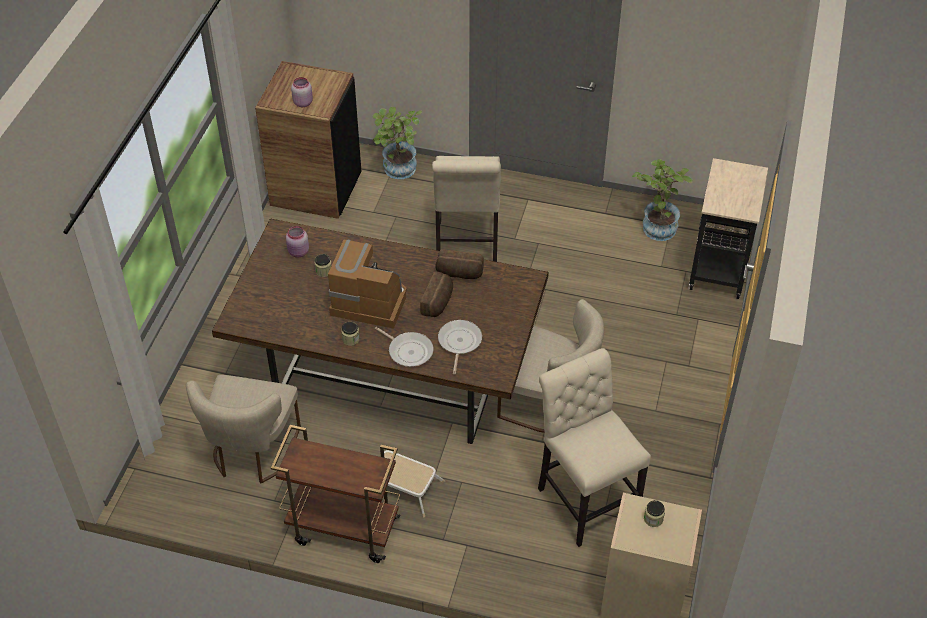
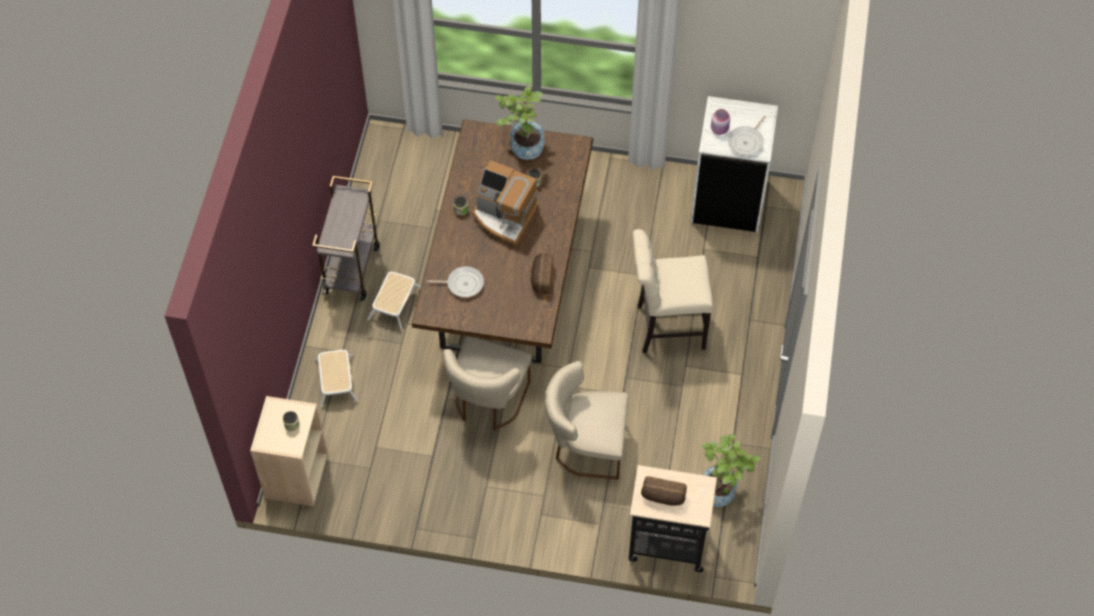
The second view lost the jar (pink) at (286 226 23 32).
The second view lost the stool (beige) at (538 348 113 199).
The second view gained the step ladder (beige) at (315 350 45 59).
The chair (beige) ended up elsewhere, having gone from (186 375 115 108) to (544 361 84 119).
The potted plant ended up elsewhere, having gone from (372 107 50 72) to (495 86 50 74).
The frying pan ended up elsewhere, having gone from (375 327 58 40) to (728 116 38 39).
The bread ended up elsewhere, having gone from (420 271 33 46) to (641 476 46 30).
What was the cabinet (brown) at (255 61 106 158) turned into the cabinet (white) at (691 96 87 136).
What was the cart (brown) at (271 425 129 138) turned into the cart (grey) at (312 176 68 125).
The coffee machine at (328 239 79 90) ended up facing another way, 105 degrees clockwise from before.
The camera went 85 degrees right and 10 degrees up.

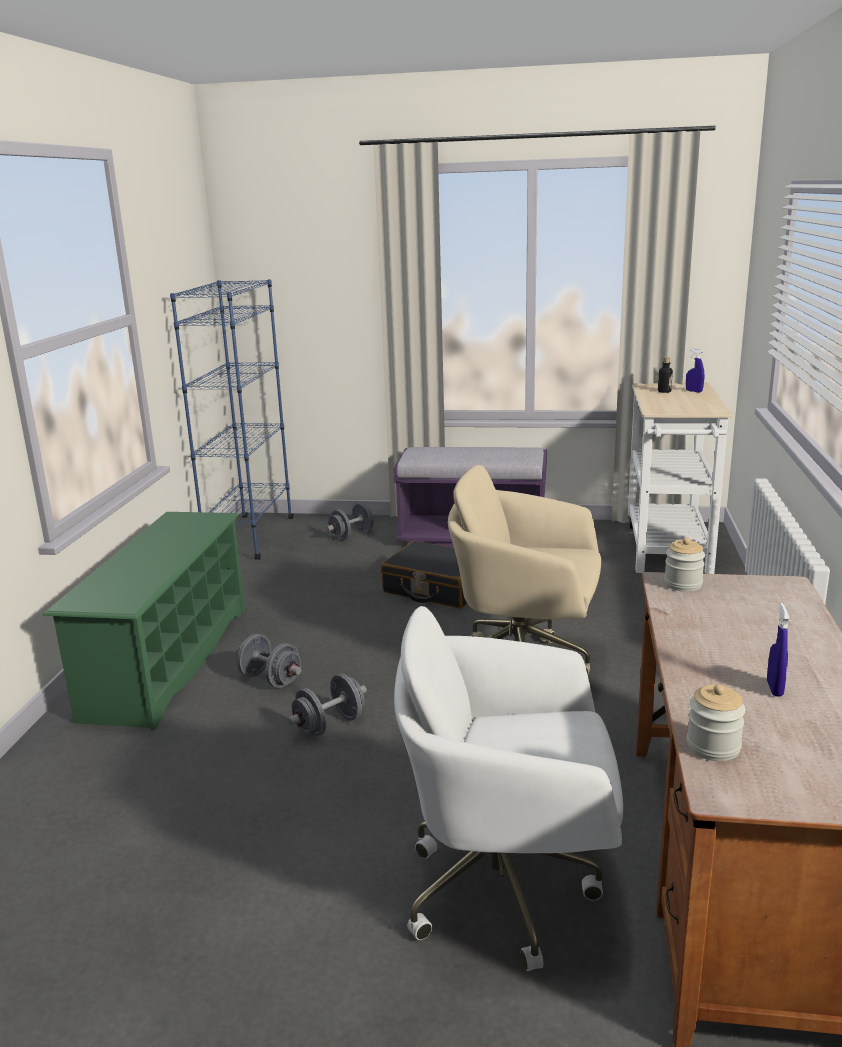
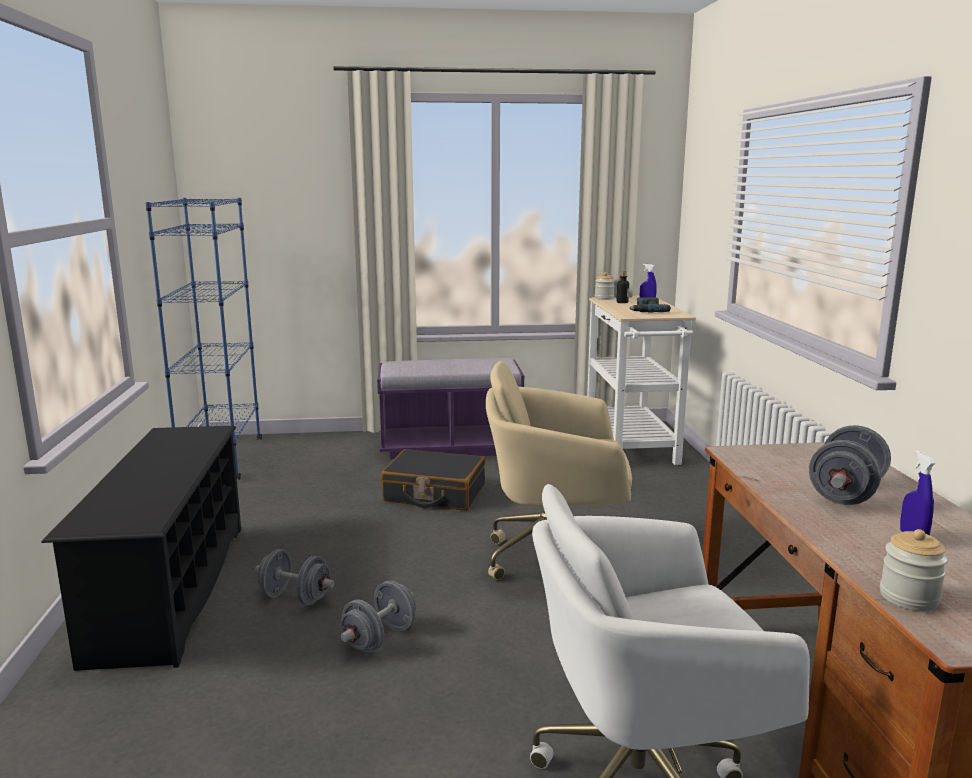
The second view gained the power drill at (629 297 42 15).
The dumbbell (grey) ended up elsewhere, having gone from (326 503 50 37) to (809 425 82 80).
The jar ended up elsewhere, having gone from (664 537 41 55) to (595 272 20 28).
What was the shoe rack (green) at (43 512 202 219) turned into the shoe rack (black) at (41 426 200 245).
The camera went 15 degrees left and 5 degrees down.

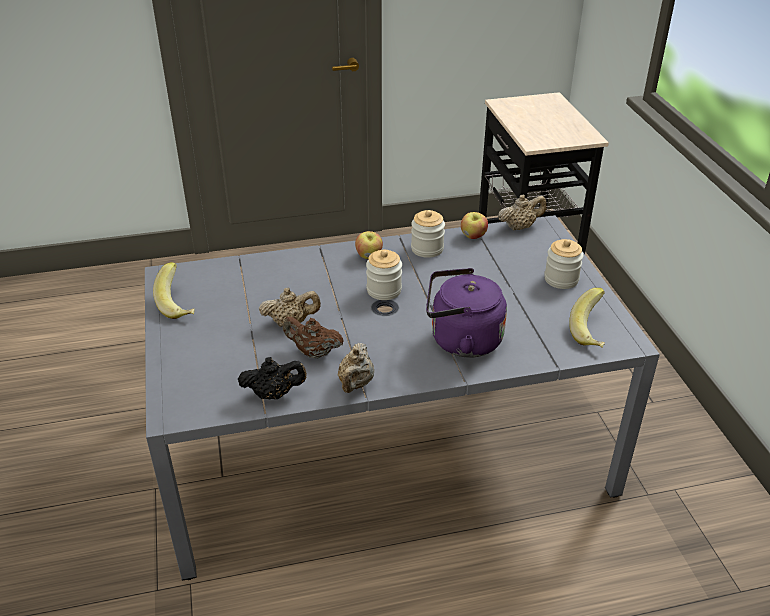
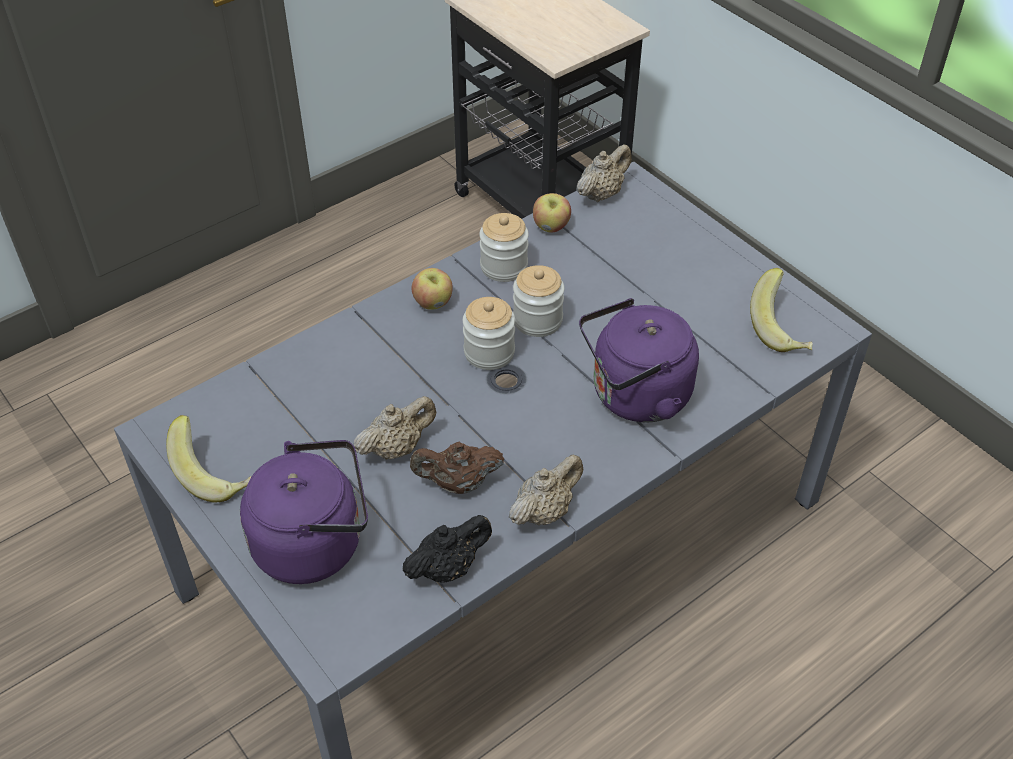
The second view gained the kettle (purple) at (240 440 128 144).
The jar ended up elsewhere, having gone from (544 239 40 50) to (513 265 51 72).
The teapot (beige) at (338 343 36 50) ended up facing another way, 120 degrees counterclockwise from before.
The camera went 25 degrees left and 10 degrees up.

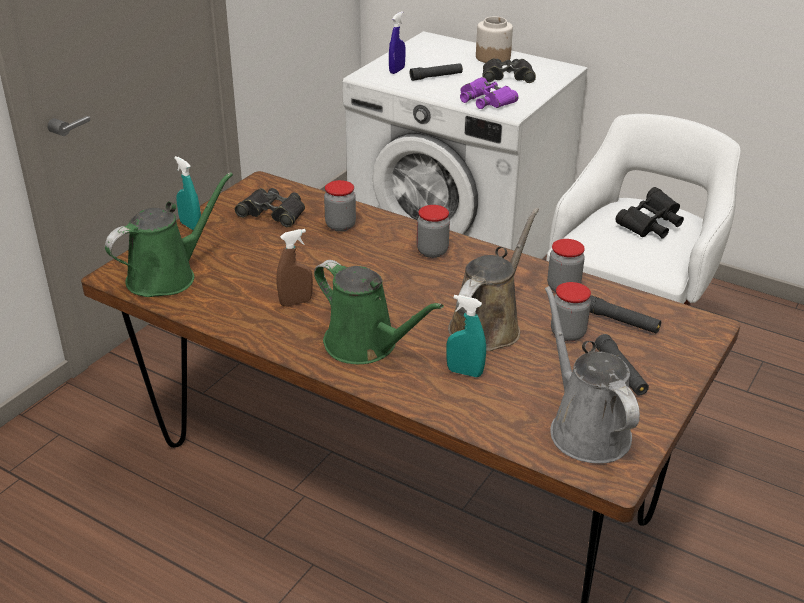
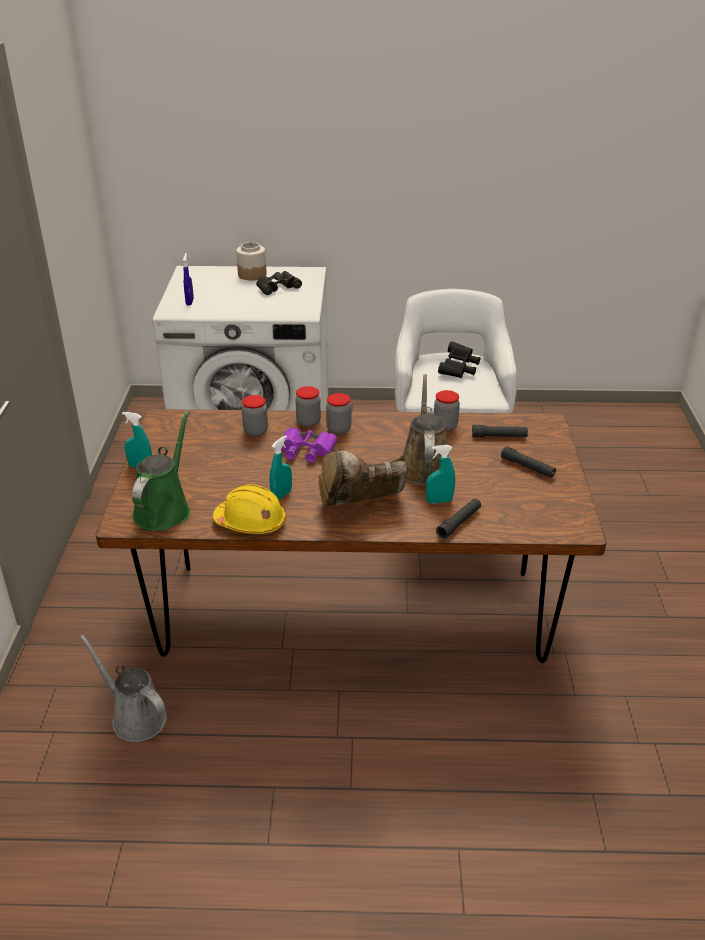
The second view lost the binoculars (black) at (235 188 70 39).
The second view gained the hard hat (yellow) at (213 484 73 50).
The flashlight (black) ended up elsewhere, having gone from (410 63 53 18) to (436 499 45 40).
The binoculars (purple) ended up elsewhere, having gone from (460 77 58 32) to (281 428 57 35).
The watering can (grey) ended up elsewhere, having gone from (545 286 95 178) to (80 635 87 107).
The jar ended up elsewhere, having gone from (551 282 40 60) to (295 386 26 41).
Where the watering can (green) stood at (314 260 130 104), the boot (brown) came to stand at (319 451 89 55).
What was the spray bottle (brown) at (277 229 36 78) turned into the spray bottle (turquoise) at (270 435 22 65).
The camera went 30 degrees left and 0 degrees up.

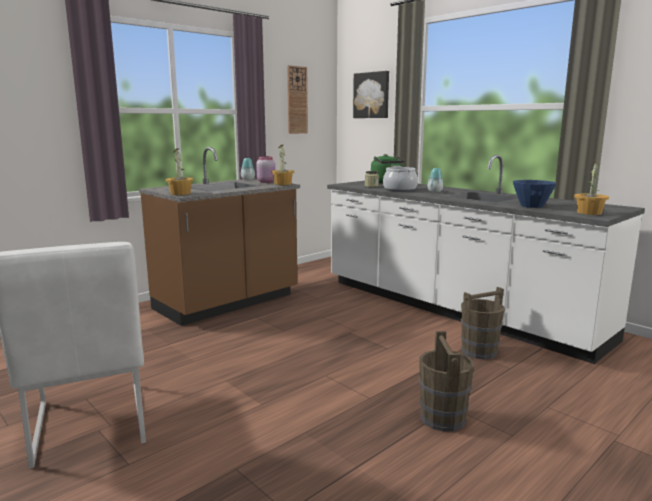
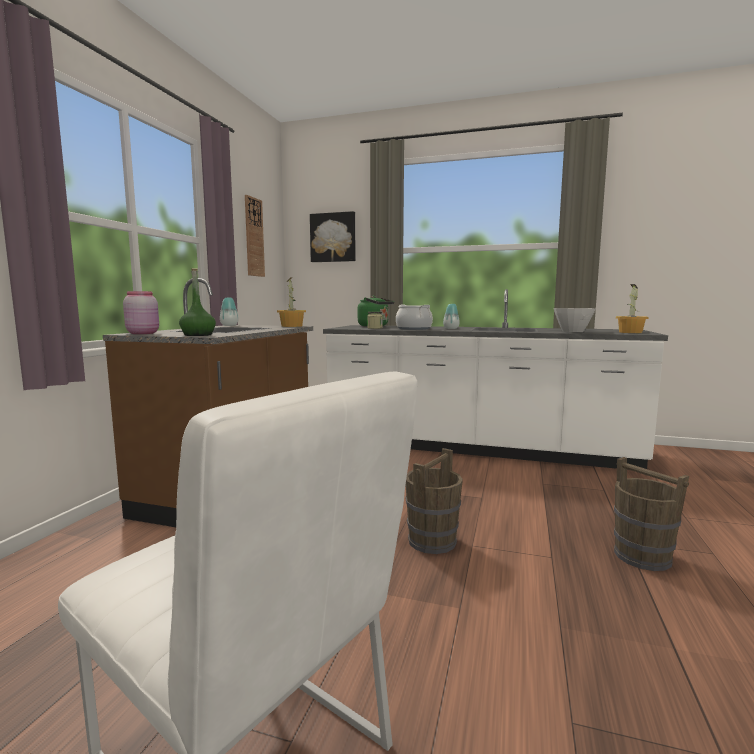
The jar (pink) ended up elsewhere, having gone from (256 156 19 27) to (123 291 36 43).
The bucket (brown) ended up elsewhere, having gone from (461 287 44 72) to (405 448 58 106).
Where the potted plant stood at (166 148 27 47), the bottle (green) came to stand at (179 268 37 68).
What was the bowl (blue) at (513 180 44 28) turned into the bowl (white) at (554 308 42 24).
The camera went 30 degrees left and 5 degrees down.

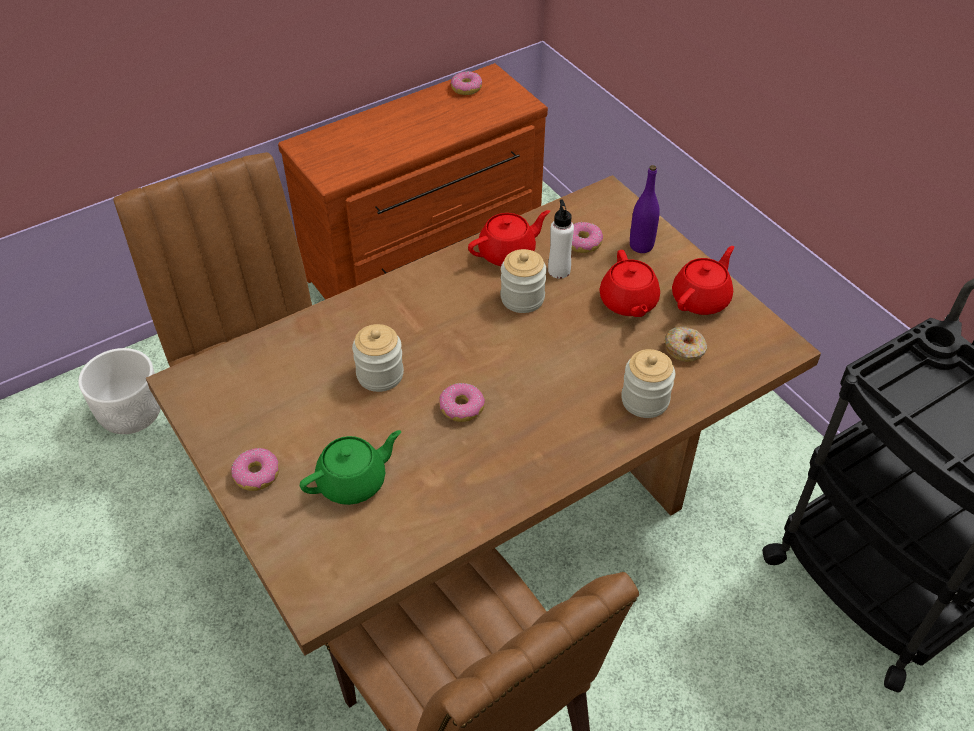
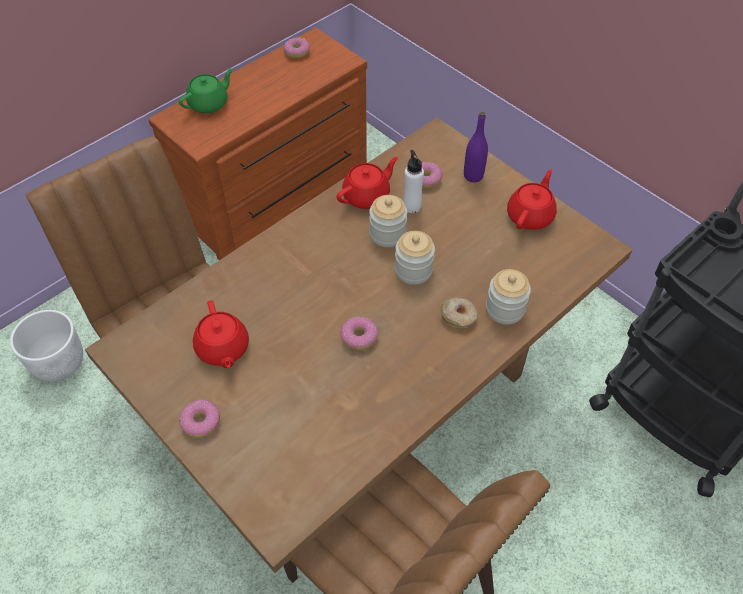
The teapot (green) ended up elsewhere, having gone from (300 430 101 75) to (179 68 54 45).
The jar ended up elsewhere, having gone from (352 324 52 68) to (395 231 40 54).
The teapot (red) ended up elsewhere, having gone from (599 250 61 67) to (193 300 56 68).
The donut ended up elsewhere, having gone from (664 327 43 35) to (441 297 37 32).
The camera went 10 degrees left and 5 degrees up.

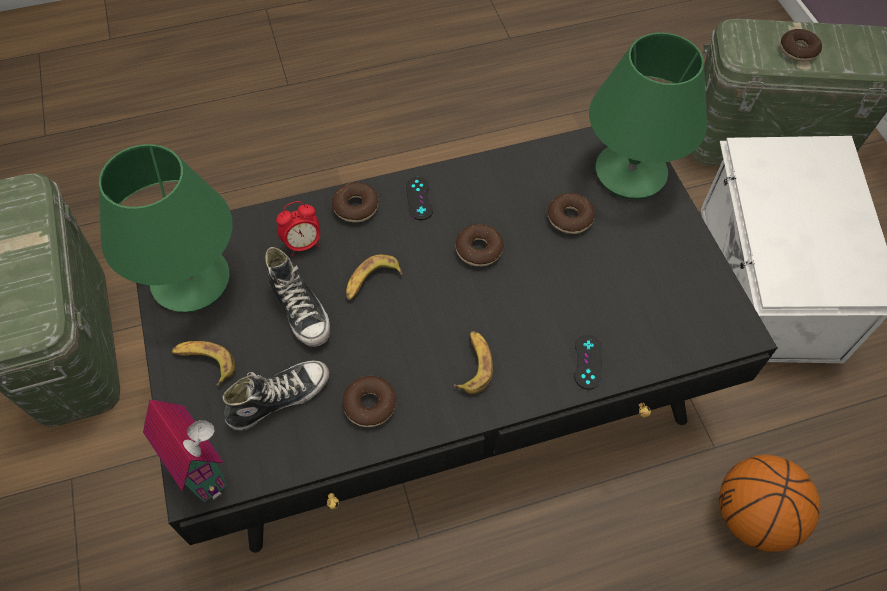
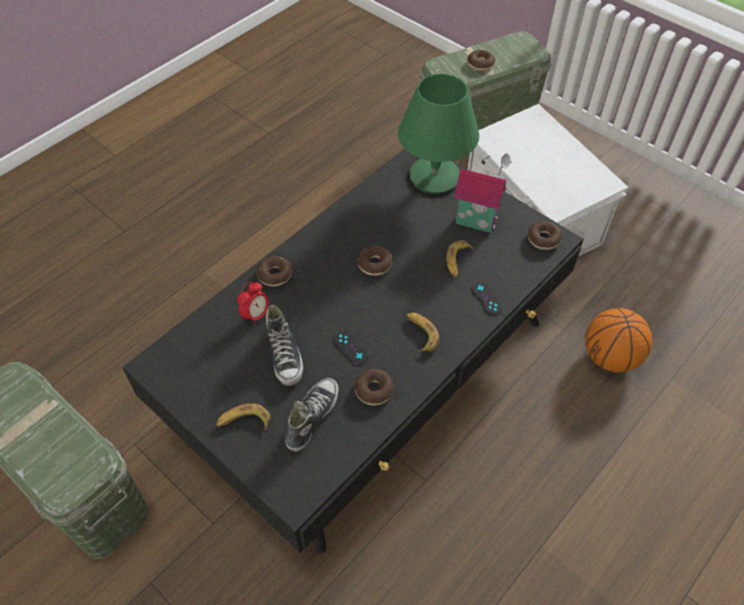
The second view lost the table lamp (green) at (99 144 134 168).
The toy house ended up elsewhere, having gone from (143 399 84 104) to (454 154 58 79).
The banana ended up elsewhere, having gone from (346 254 57 46) to (446 240 28 38).
The game controller (black) ended up elsewhere, having gone from (406 177 27 43) to (334 331 34 34).
The donut ended up elsewhere, having gone from (548 193 47 41) to (528 221 34 29).
The shoe at (265 247 65 100) ended up facing another way, 45 degrees clockwise from before.
The camera went 30 degrees left and 5 degrees down.

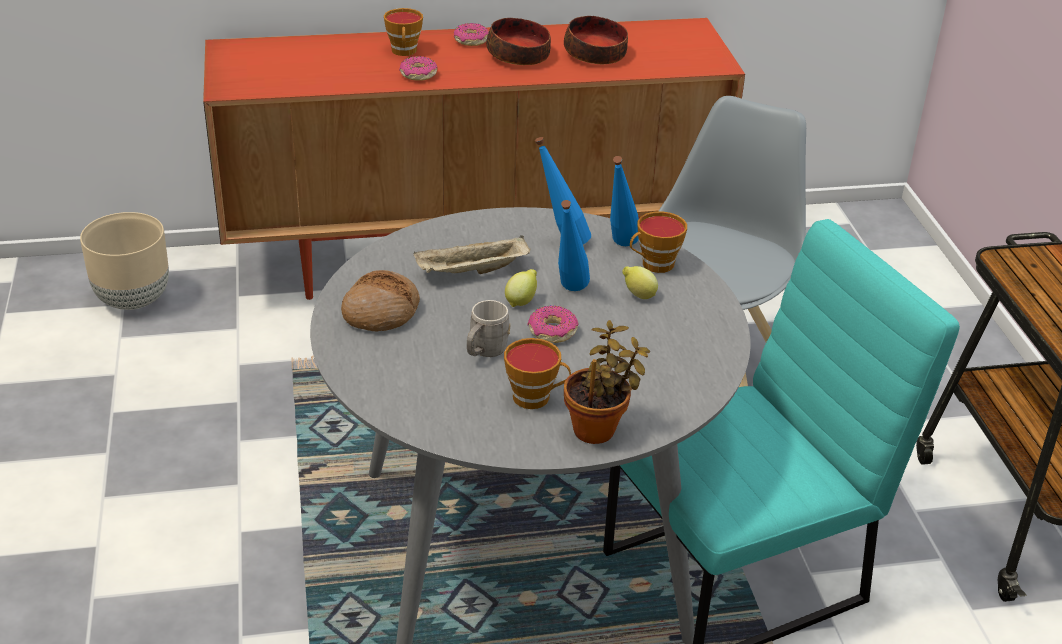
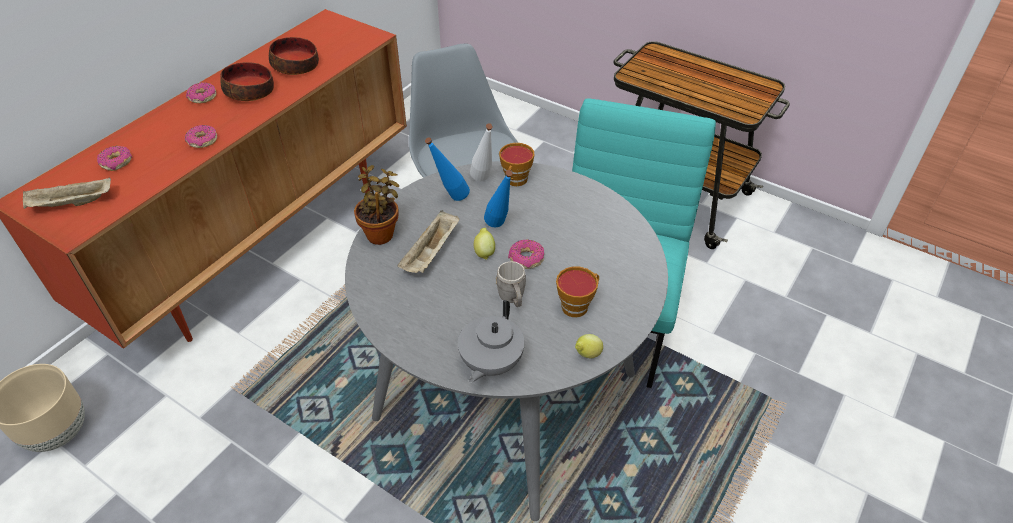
The second view lost the bread at (341 270 79 62).
The second view lost the cup at (384 8 39 48).
The second view gained the tray (beige) at (23 178 88 31).
The second view gained the donut at (97 146 35 25).
The second view gained the teapot (grey) at (458 300 67 83).
The potted plant ended up elsewhere, having gone from (564 320 86 124) to (354 165 45 80).
The lemon ended up elsewhere, having gone from (622 266 36 33) to (575 334 28 24).
What was the bottle (blue) at (610 156 29 90) turned into the bottle (white) at (470 123 23 58).
The camera went 45 degrees left and 10 degrees up.

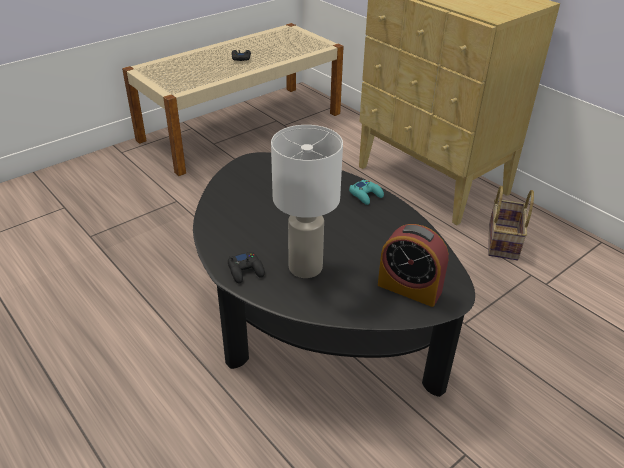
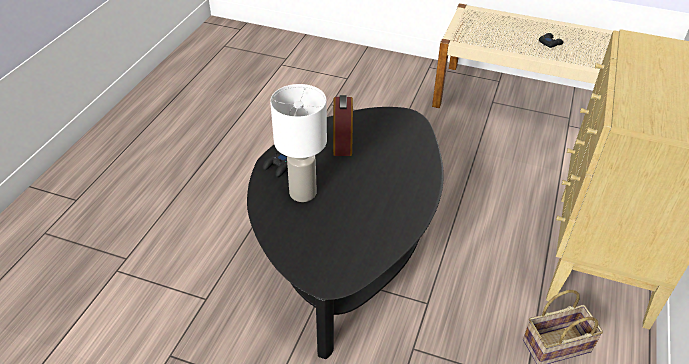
The second view lost the game controller (turquoise) at (349 180 35 25).
The alarm clock ended up elsewhere, having gone from (378 224 71 83) to (333 95 20 61).
The camera went 60 degrees right and 5 degrees up.

